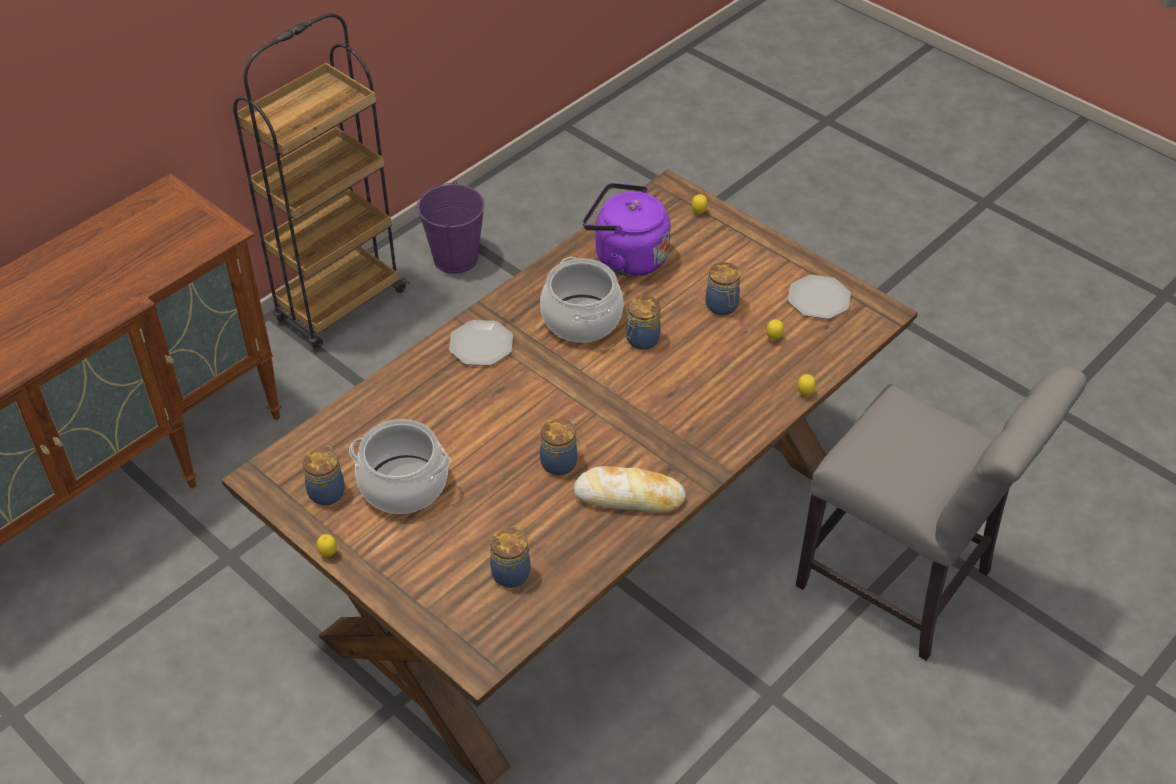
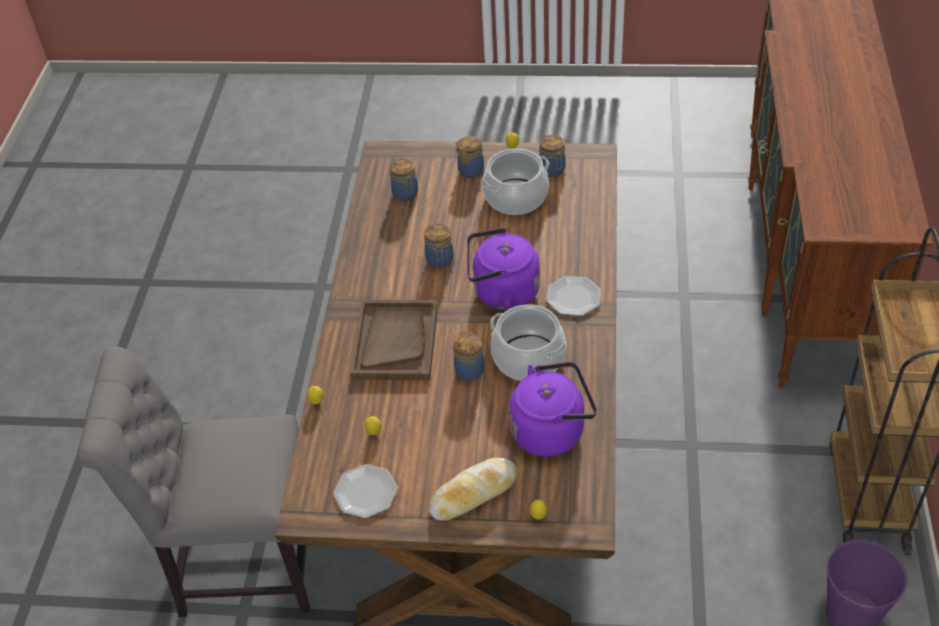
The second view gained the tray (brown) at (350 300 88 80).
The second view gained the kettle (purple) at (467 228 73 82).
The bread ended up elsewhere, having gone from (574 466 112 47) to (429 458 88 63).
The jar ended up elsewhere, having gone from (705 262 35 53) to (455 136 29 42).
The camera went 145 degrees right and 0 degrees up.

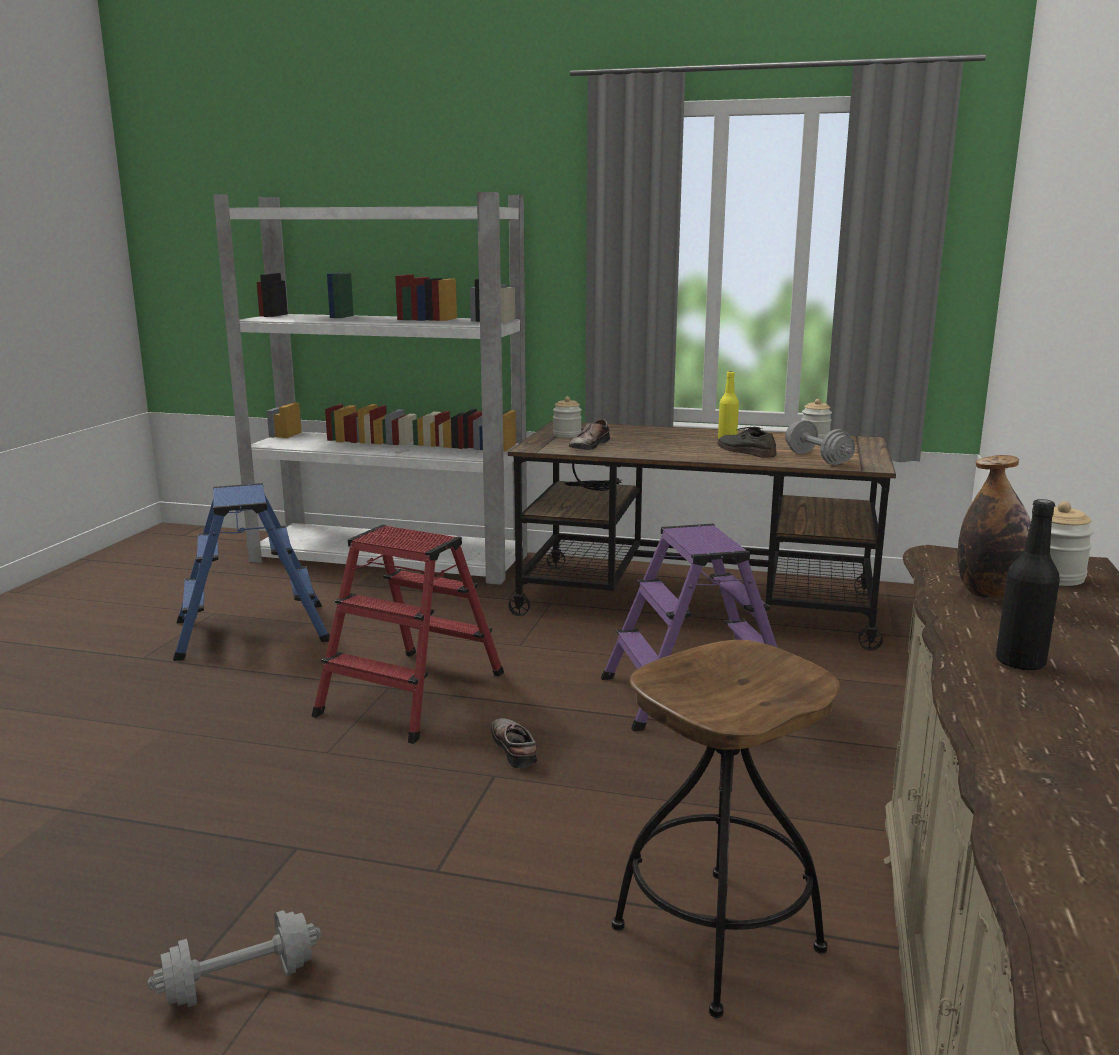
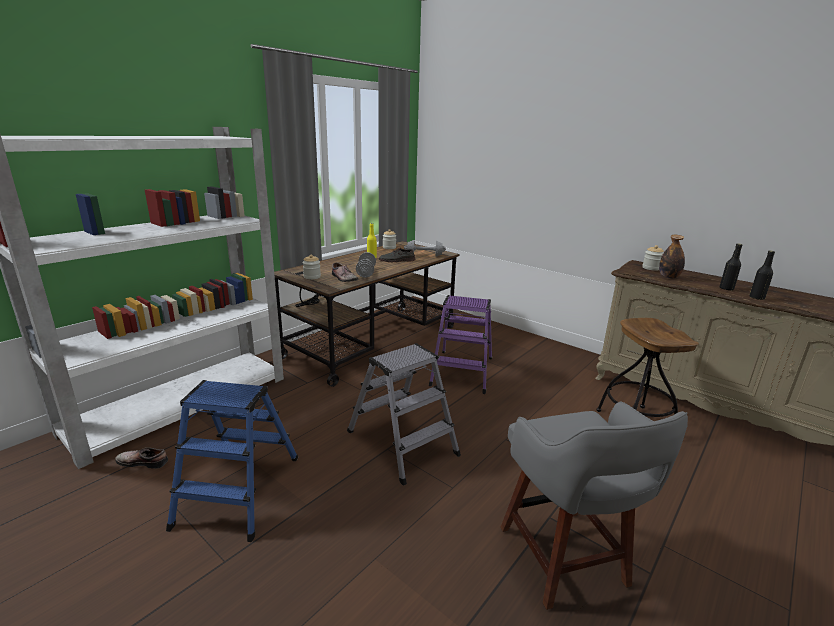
The second view gained the stool (grey) at (501 402 187 208).
The second view gained the bottle (black) at (749 250 26 50).
The dumbbell (grey) ended up elsewhere, having gone from (147 910 174 97) to (356 252 20 26).
The shoe ended up elsewhere, having gone from (491 718 46 50) to (115 447 53 22).
What was the step ladder (red) at (312 525 192 219) turned into the step ladder (grey) at (347 343 114 143).
The camera went 65 degrees left and 5 degrees up.

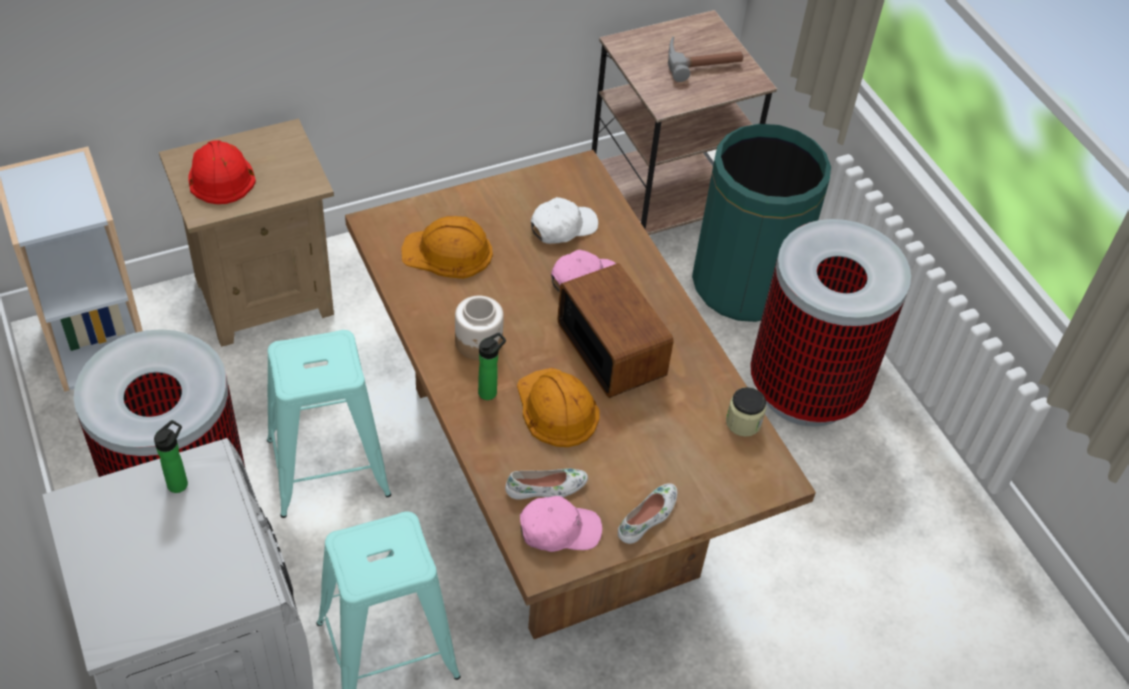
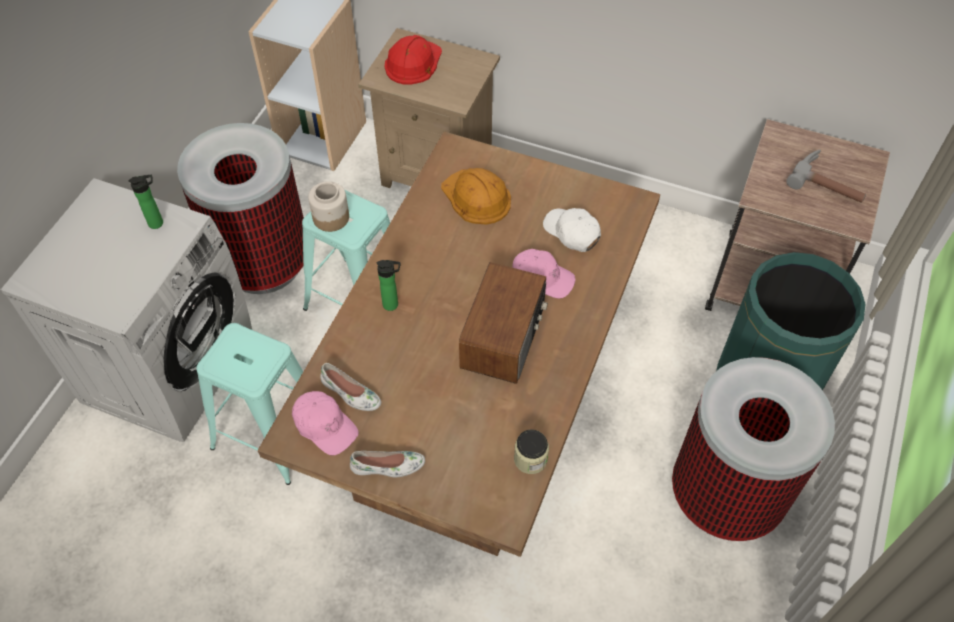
The second view lost the hard hat (orange) at (517 368 82 79).
The jar ended up elsewhere, having gone from (455 296 49 64) to (308 181 41 51).
The cap (white) at (531 197 67 47) ended up facing another way, 150 degrees counterclockwise from before.
The camera went 50 degrees right and 5 degrees up.

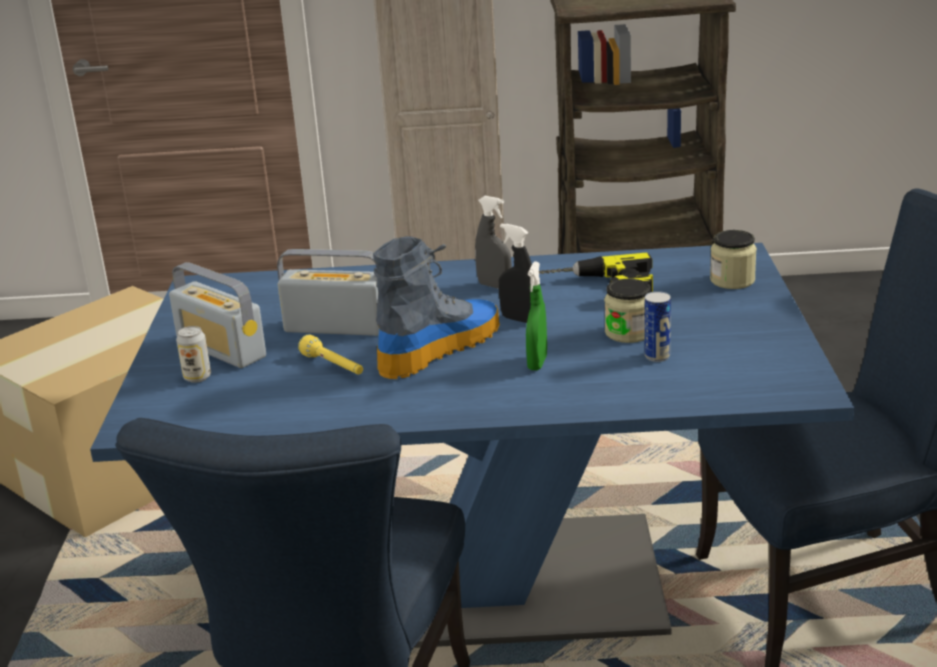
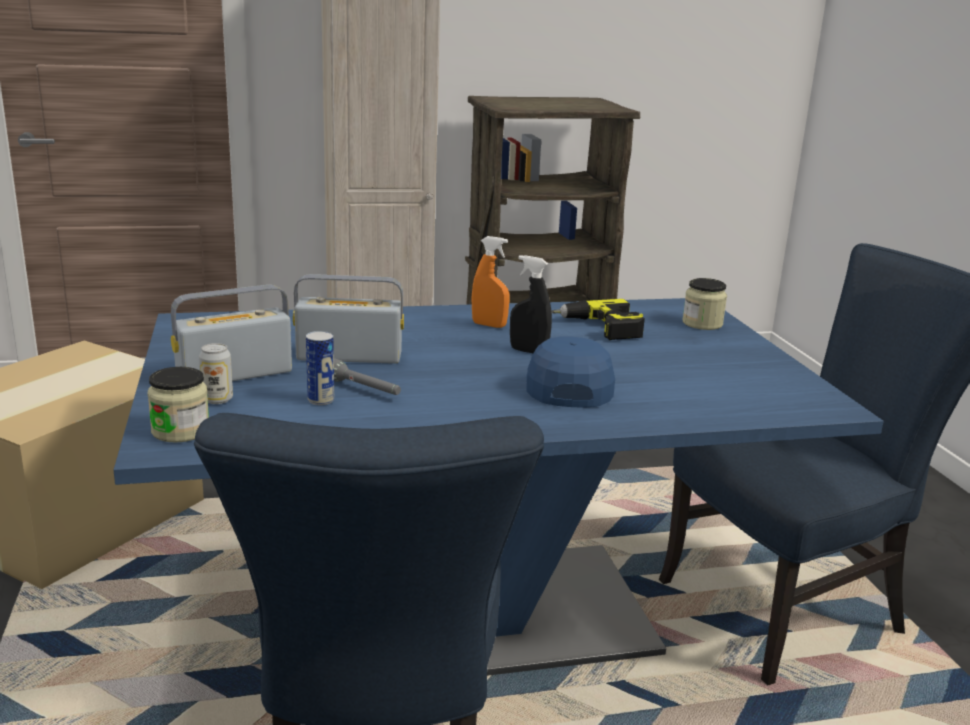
The second view lost the boot at (373 236 127 143).
The jar ended up elsewhere, having gone from (604 279 47 64) to (147 367 62 76).
The can ended up elsewhere, having gone from (645 291 26 71) to (306 331 28 74).
Where the spray bottle (green) stood at (526 262 21 108), the cap (blue) came to stand at (526 337 89 70).
What was the flashlight (yellow) at (298 335 65 39) turned into the flashlight (grey) at (334 358 67 37).
What was the spray bottle (grey) at (475 196 37 93) turned into the spray bottle (orange) at (472 236 38 92).
The radio at (169 262 97 106) ended up facing another way, 120 degrees clockwise from before.
The camera went 15 degrees left and 5 degrees down.

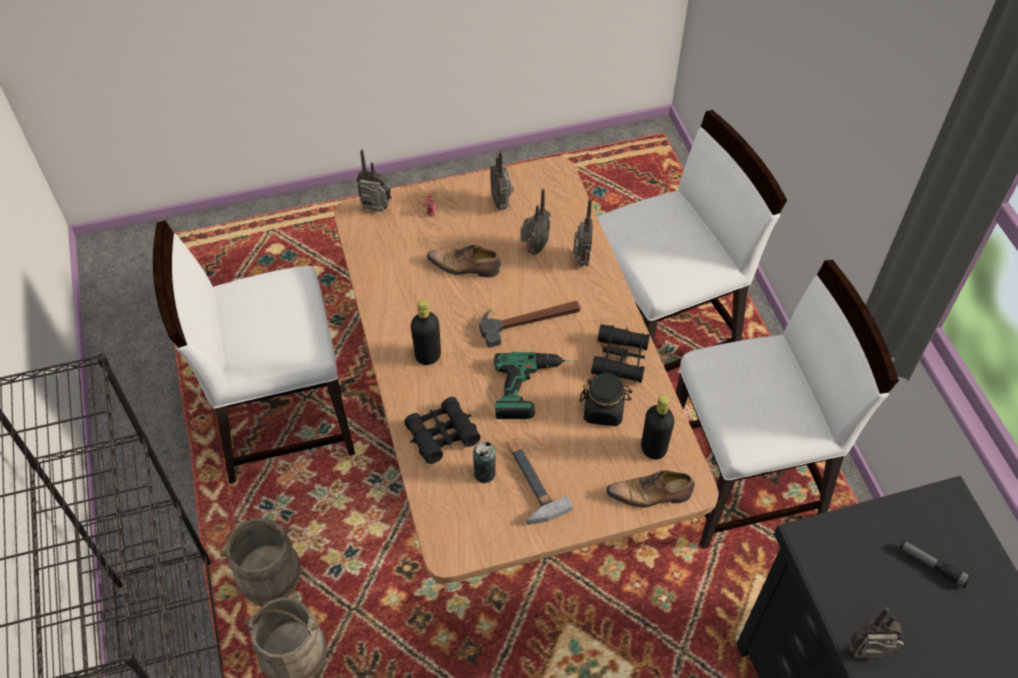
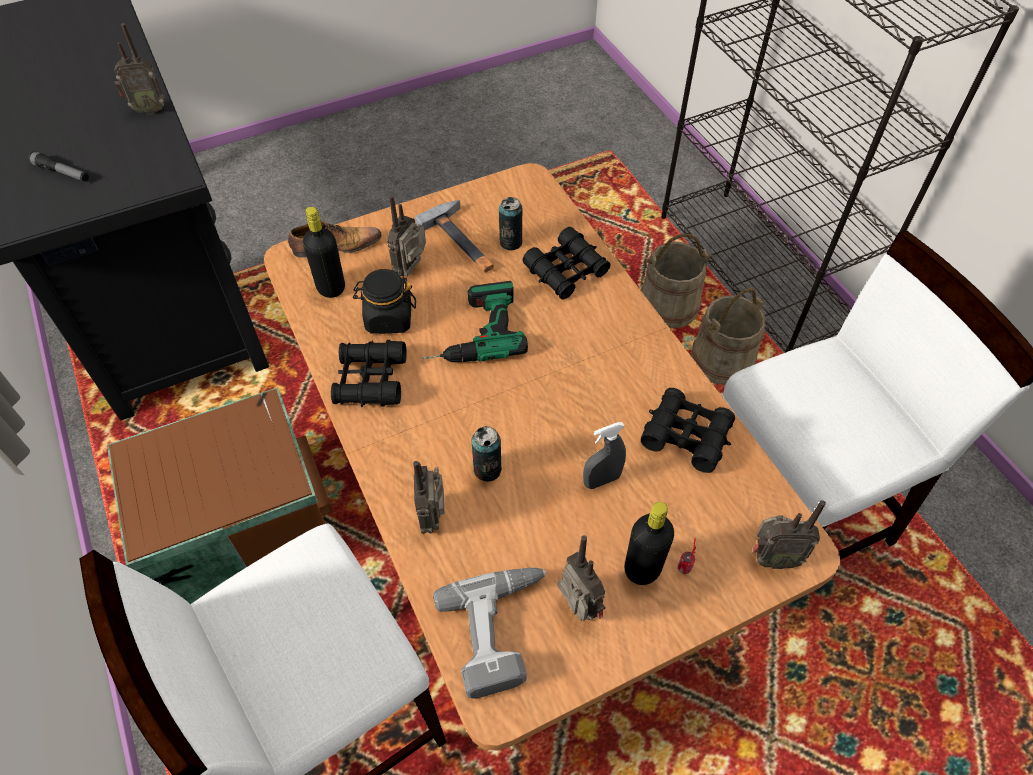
The second view lost the hammer at (479 301 101 47).
The second view gained the power drill at (433 568 114 131).
The second view gained the can at (472 426 30 56).
The second view gained the binoculars (black) at (641 388 94 85).
The bottle (black) ended up elsewhere, having gone from (411 299 30 66) to (625 502 49 83).
The radio ended up elsewhere, having gone from (520 189 31 66) to (387 195 39 82).
Where the shoe stood at (427 244 74 34), the spray bottle (grey) came to stand at (583 422 43 67).
Where the chair (white) stood at (676 260 223 289), the storage box (brown) came to stand at (107 387 226 217).
The camera went 170 degrees right and 0 degrees up.

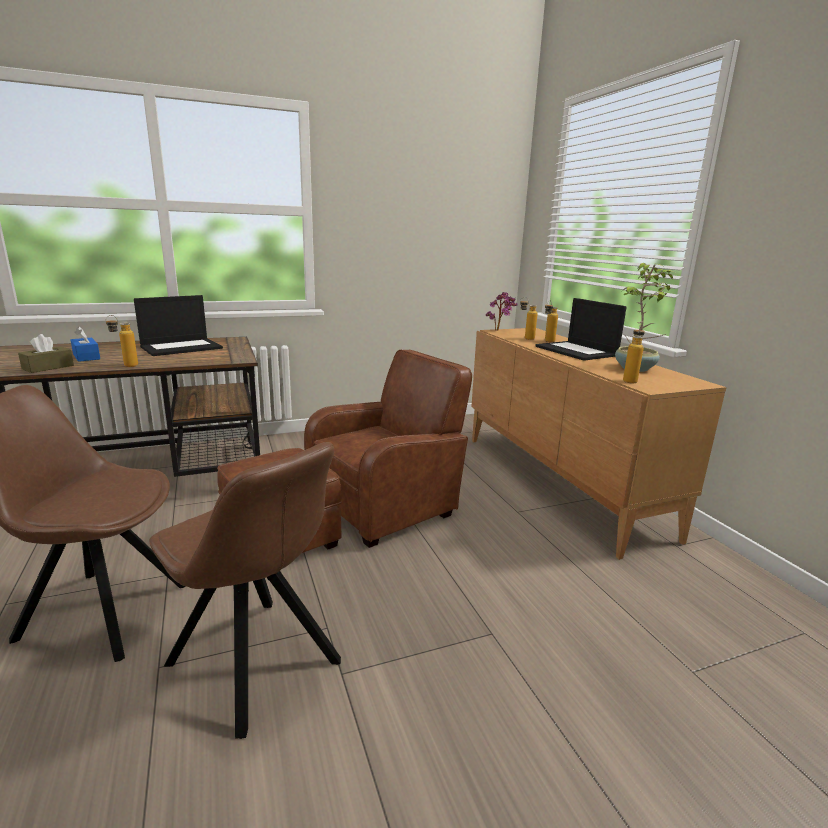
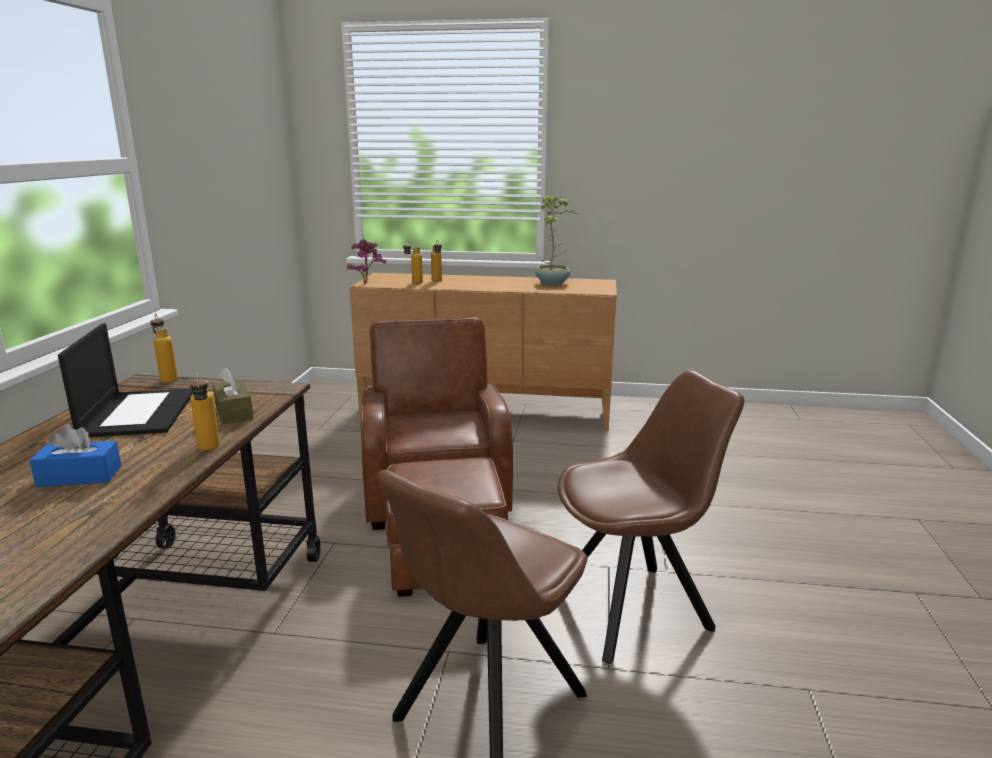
The second view lost the laptop at (535 298 92 63).
The tissue box (brown) ended up elsewhere, having gone from (18 334 56 39) to (213 368 40 56).
The bottle ended up elsewhere, having gone from (623 324 22 59) to (150 313 28 70).
The camera went 60 degrees left and 0 degrees up.

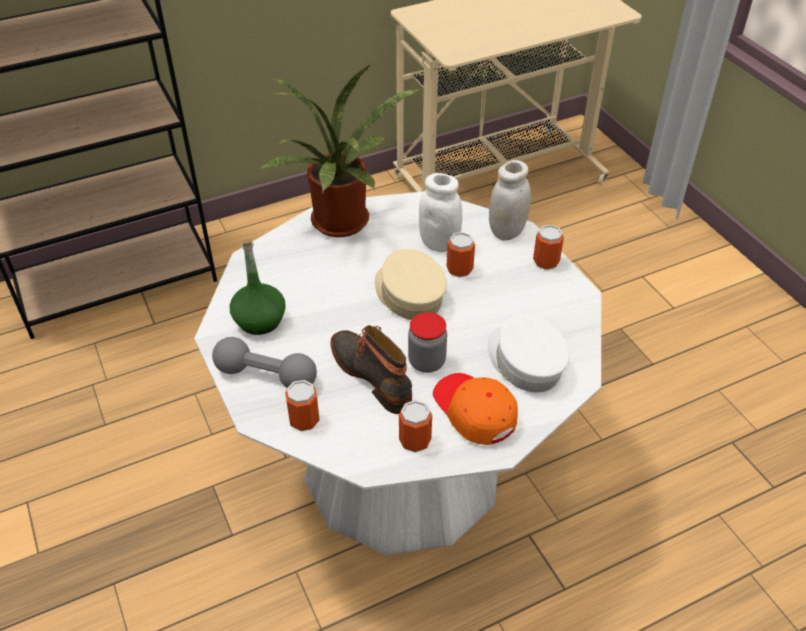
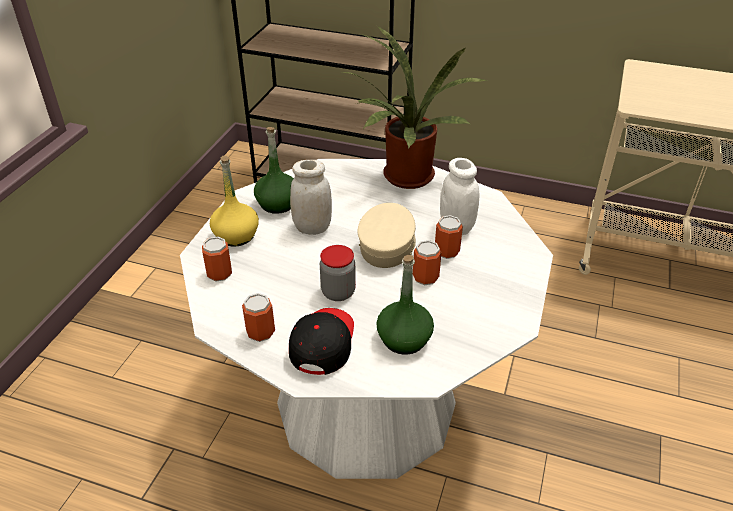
The second view lost the boot at (331 325 81 89).
The jar (white) ended up elsewhere, having gone from (489 160 42 81) to (290 160 42 75).
The can ended up elsewhere, having gone from (533 225 31 45) to (413 240 29 45).
Where the dumbbell (grey) stood at (212 337 105 51), the bottle (yellow) came to stand at (210 156 49 91).
Where the cap (white) stood at (488 313 82 80), the bottle (green) came to stand at (376 255 58 100).
What was the cap (orange) at (433 373 85 72) turned into the cap (black) at (289 308 65 67).
The camera went 45 degrees right and 5 degrees down.

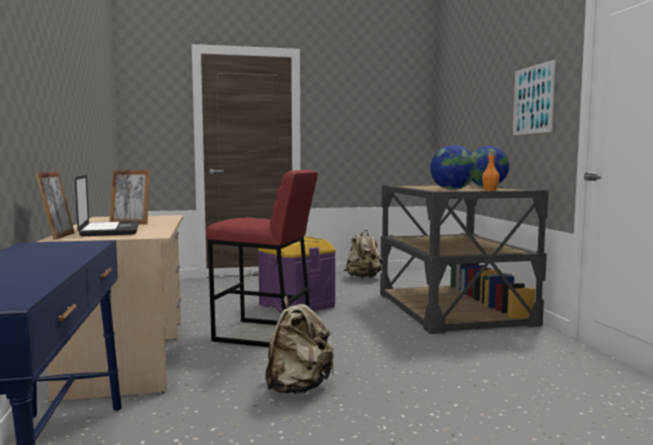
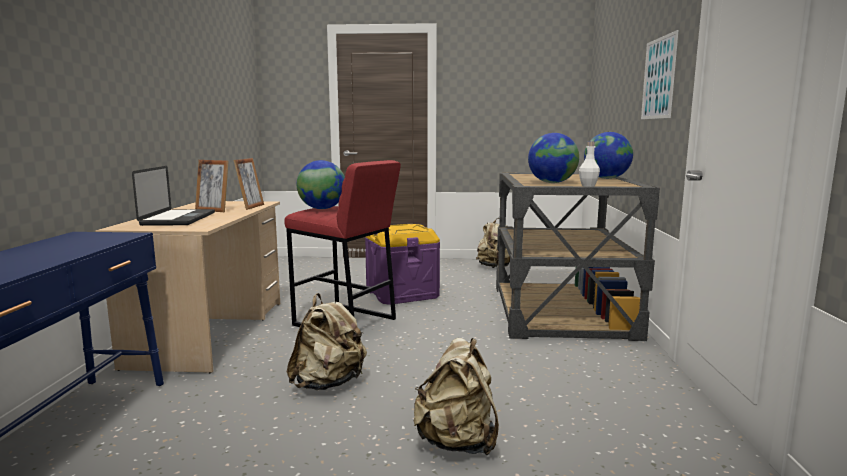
The second view gained the globe at (297 160 48 49).
The second view gained the backpack (beige) at (414 338 85 117).
The picture frame ended up elsewhere, having gone from (35 171 40 69) to (233 158 31 52).
What was the bottle (orange) at (482 151 18 40) turned into the bottle (white) at (579 141 21 46).
The camera went 15 degrees right and 5 degrees up.

